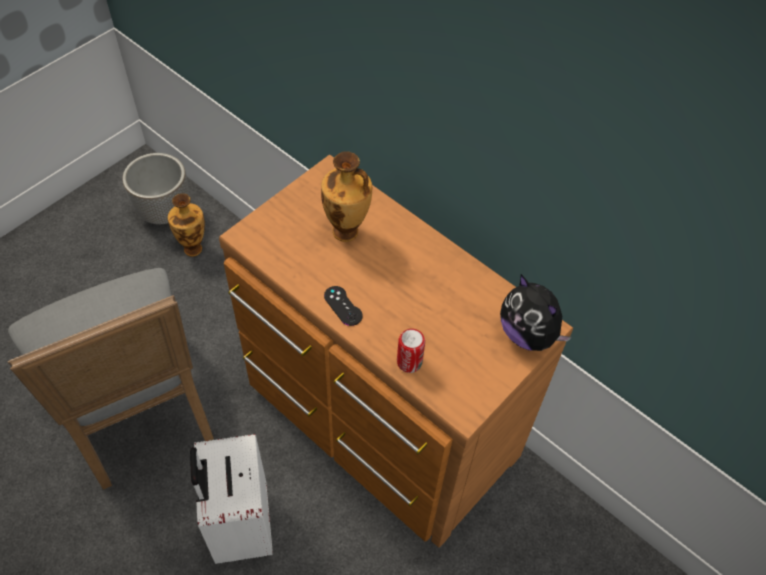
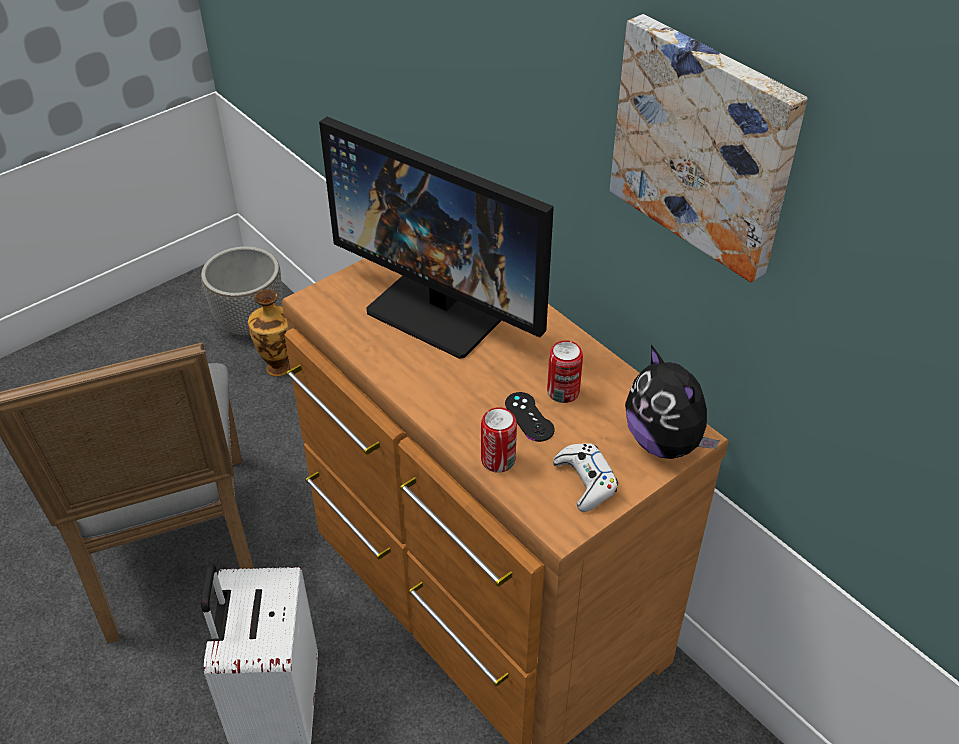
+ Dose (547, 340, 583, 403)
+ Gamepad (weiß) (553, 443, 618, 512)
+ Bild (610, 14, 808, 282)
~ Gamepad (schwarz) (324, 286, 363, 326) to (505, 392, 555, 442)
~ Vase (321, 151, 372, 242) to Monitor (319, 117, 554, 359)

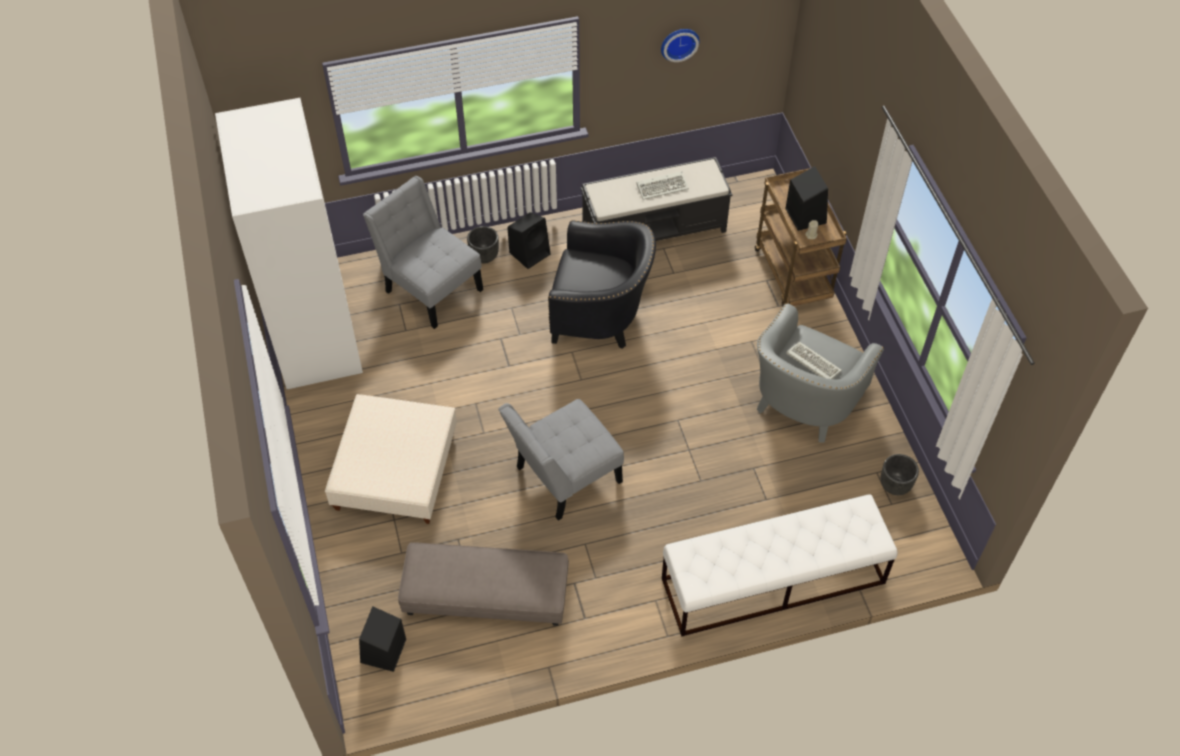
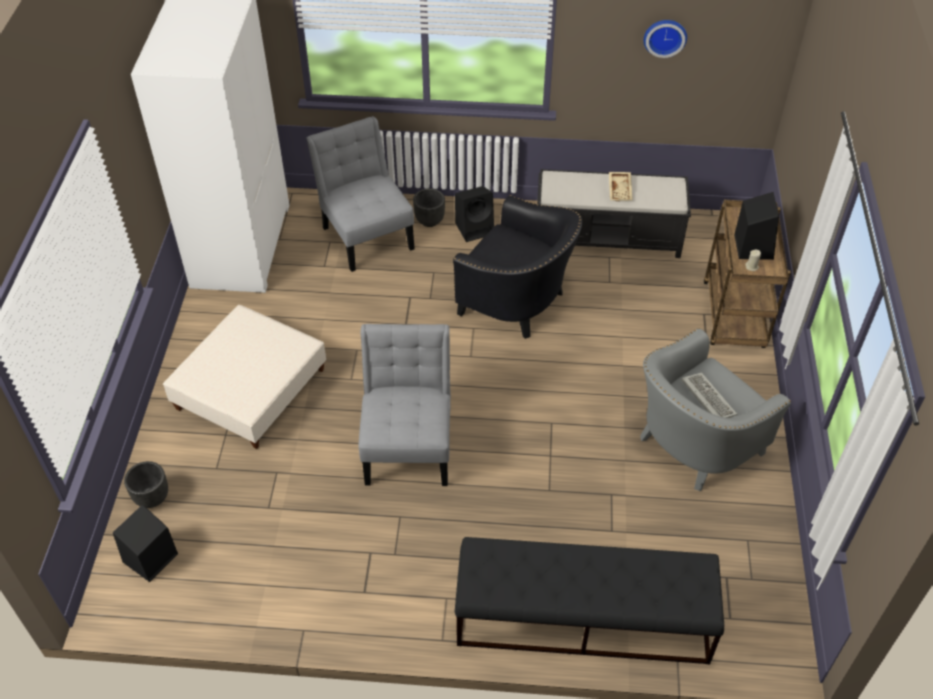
- Polsterhocker (grau) (398, 542, 569, 626)
~ Pflanzkübel (schwarz) (881, 454, 919, 495) to (124, 461, 168, 508)
~ Tastatur (636, 171, 689, 200) to Tablett (beige) (609, 172, 633, 201)
~ Bank (weiß) (662, 494, 898, 636) to Bank (schwarz) (455, 537, 724, 664)
~ Stuhl (grau) (499, 399, 624, 521) = (358, 324, 451, 486) 105 degrees clockwise

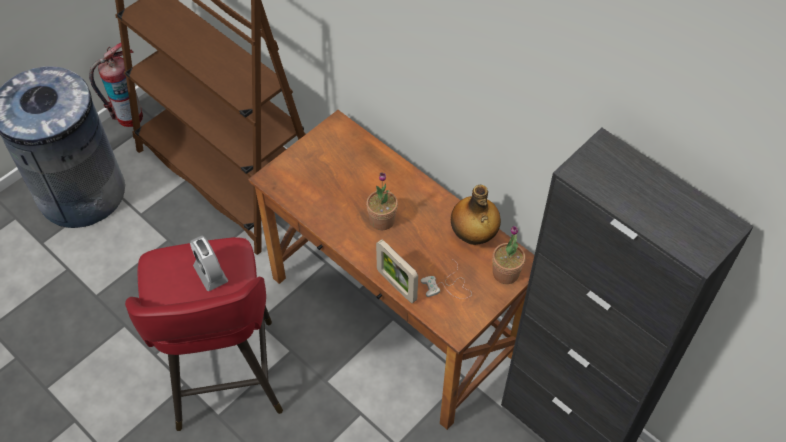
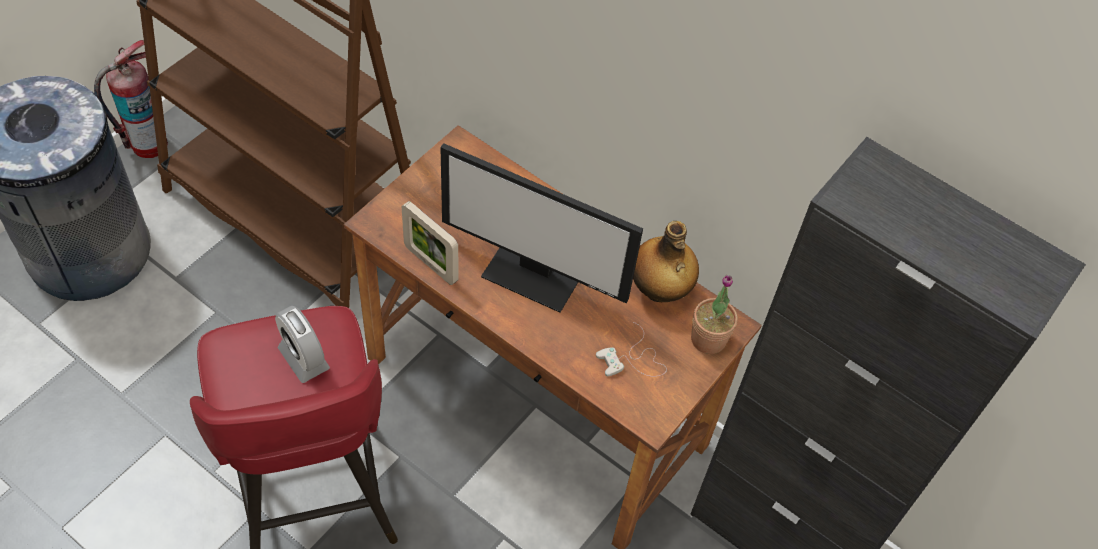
~ Bilderrahmen (376, 239, 418, 303) to (402, 201, 458, 285)
~ Topfpflanze (366, 172, 398, 230) to Monitor (440, 143, 643, 312)

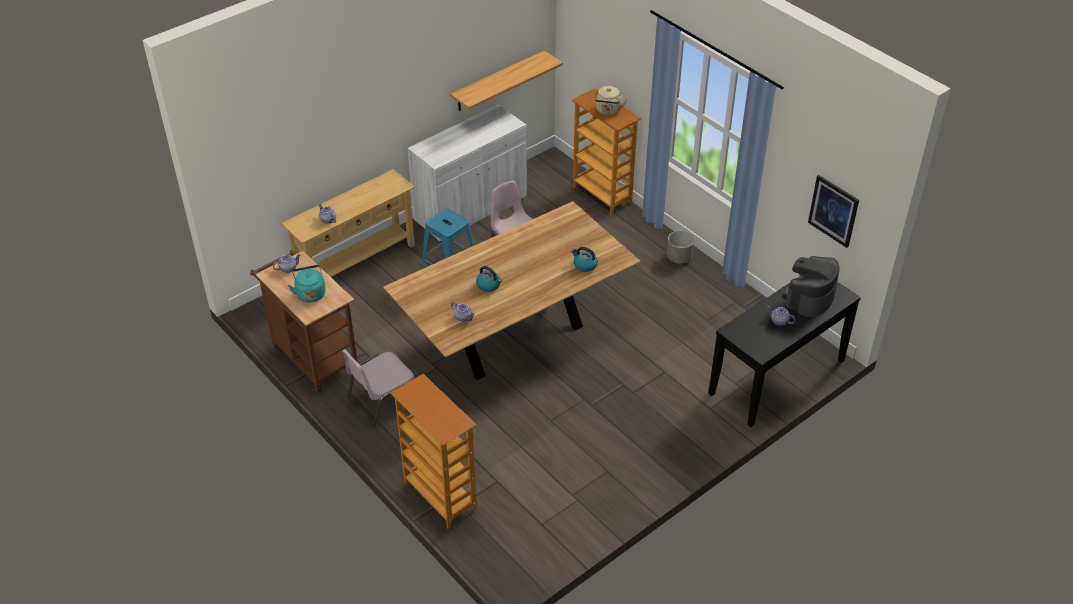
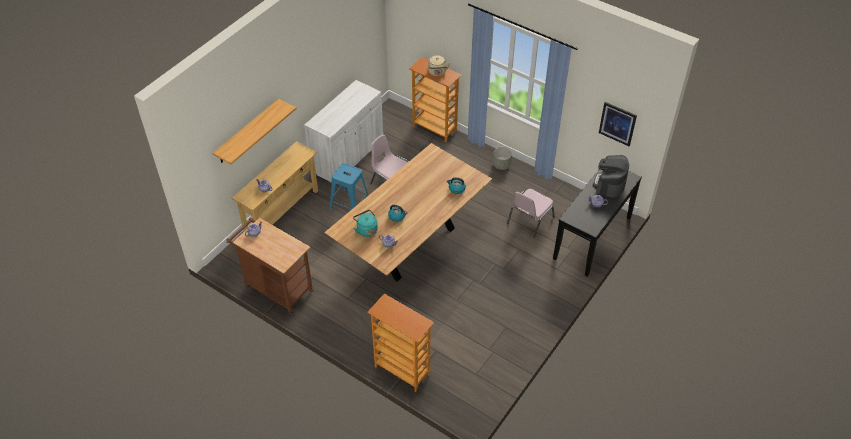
~ Wasserkessel (türkis) (288, 265, 326, 302) to (353, 210, 378, 237)
~ Stuhl (rosa) (343, 349, 414, 427) to (507, 189, 555, 238)
~ Wandregal (450, 51, 563, 111) to (213, 98, 296, 164)

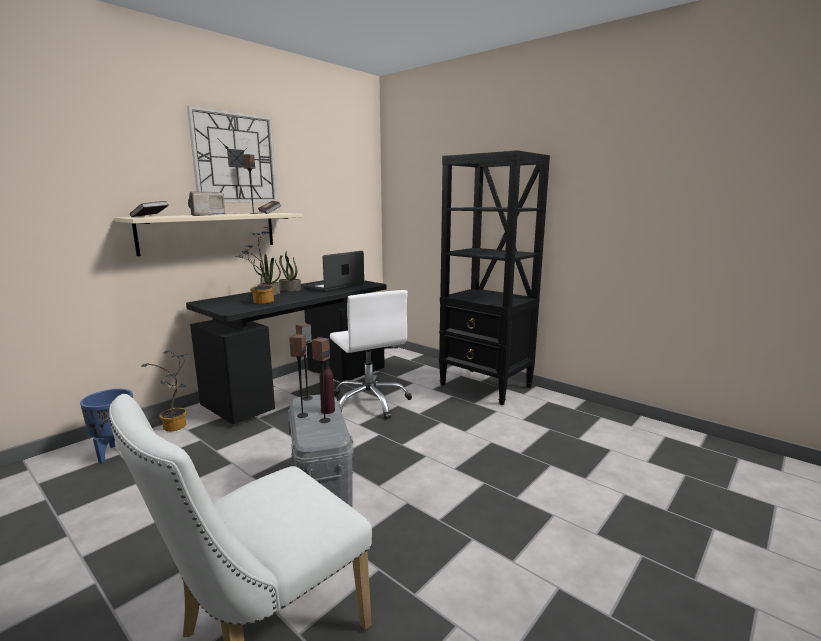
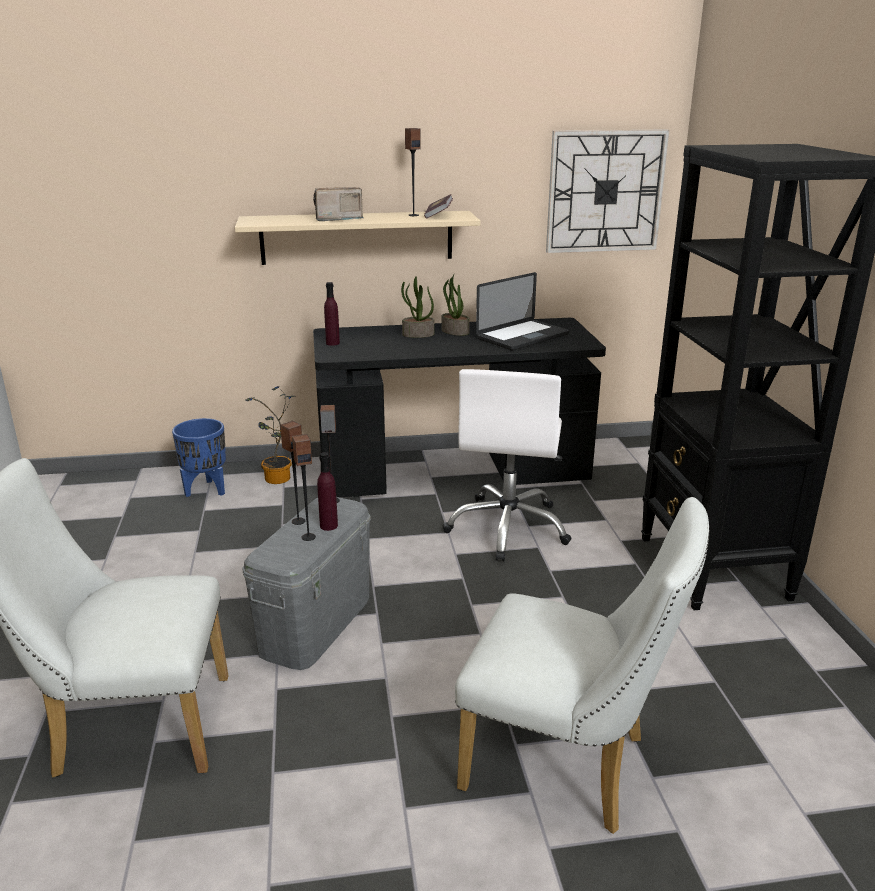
- Buch (130, 201, 168, 217)
- Topfpflanze (235, 227, 275, 304)
+ Flasche (lila) (324, 282, 340, 346)
+ Stuhl (weiß) (455, 497, 710, 834)
~ Wanduhr (187, 106, 277, 203) to (546, 129, 670, 253)
~ Laptop (304, 251, 364, 292) = (476, 272, 569, 351) 150 degrees clockwise

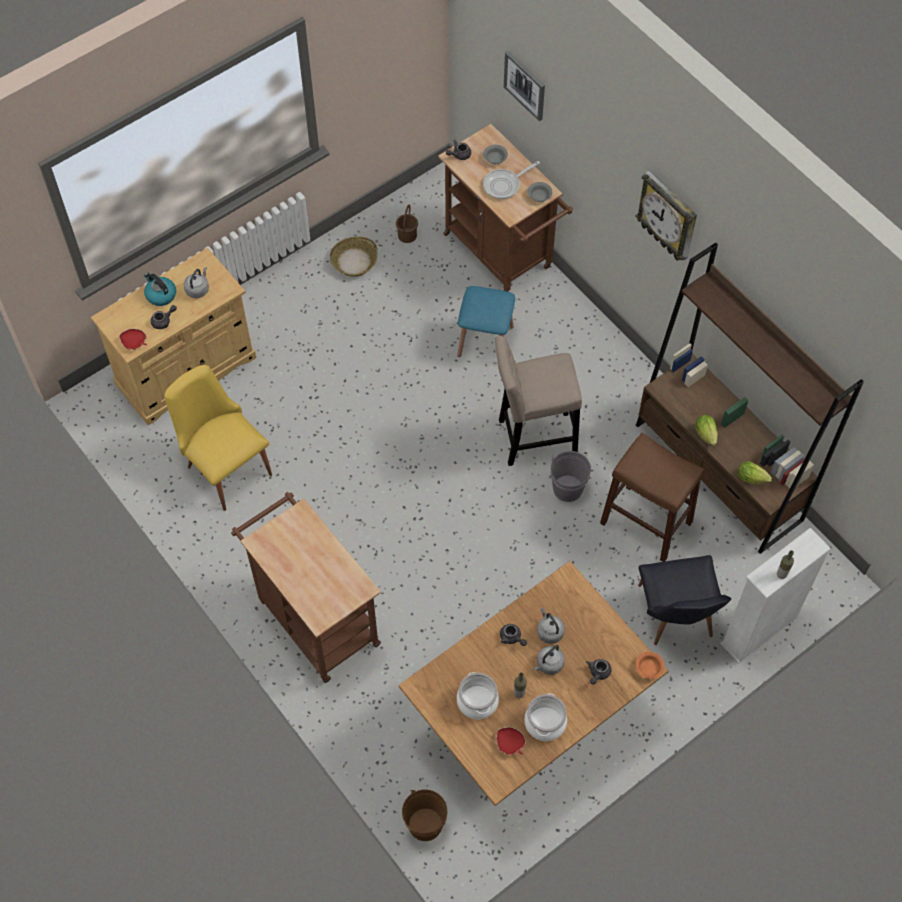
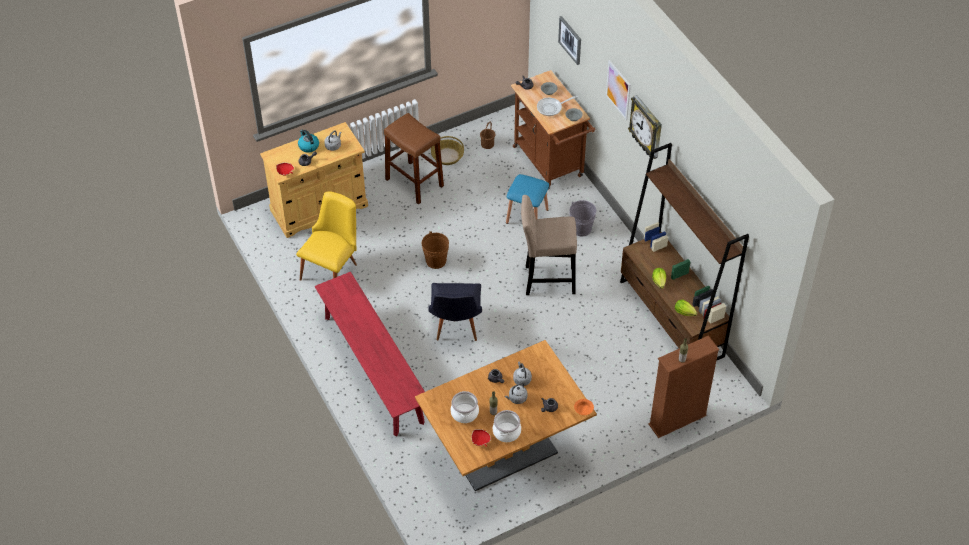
+ Bild (606, 60, 631, 120)
~ Eimer (braun) (402, 789, 447, 841) to (422, 232, 449, 269)
~ Eimer (grau) (550, 451, 592, 502) to (570, 200, 596, 237)
~ Hocker (braun) (600, 433, 705, 562) to (384, 113, 444, 205)
~ Stuhl (schwarz) (638, 555, 731, 645) to (428, 283, 482, 341)
~ Rollwagen (braun) (231, 492, 381, 683) to Bank (rot) (315, 272, 425, 436)
~ Bücherregal (weiß) (720, 528, 831, 663) to Bücherregal (braun) (648, 336, 719, 438)
~ Stuhl (gelb) (164, 365, 272, 511) = (296, 191, 357, 281) 60 degrees clockwise

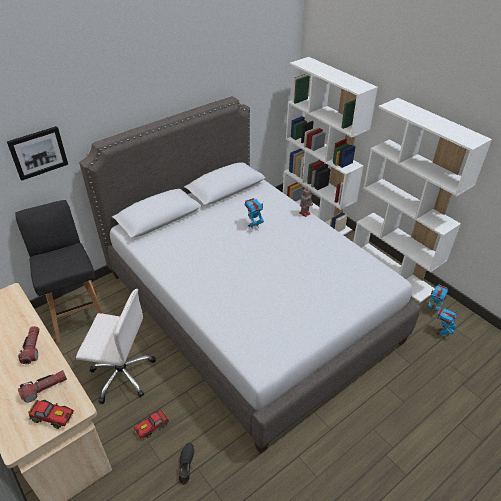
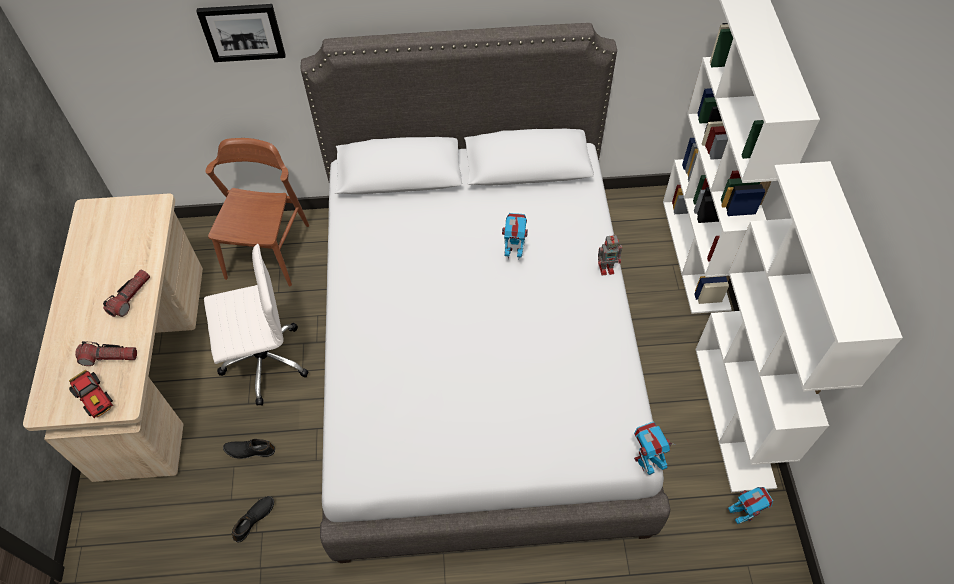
~ Spielzeugroboter (436, 308, 457, 337) to (634, 421, 676, 475)
~ Hocker (schwarz) (15, 200, 104, 344) to Stuhl (braun) (205, 138, 309, 286)
~ Spielzeugauto (134, 409, 169, 438) to Schuh (schwarz) (223, 439, 275, 459)
~ Bürostuhl (weiß) (76, 289, 156, 404) = (204, 244, 309, 406) 60 degrees counterclockwise

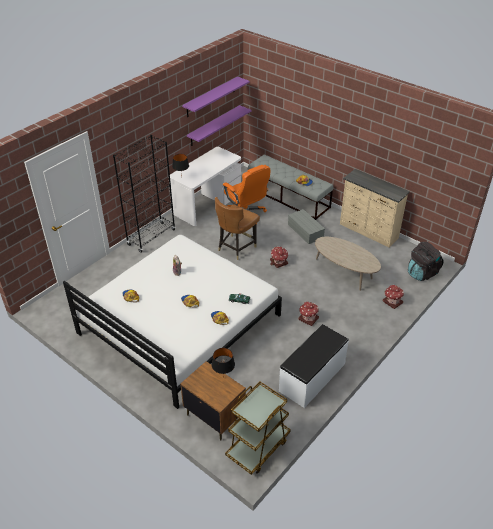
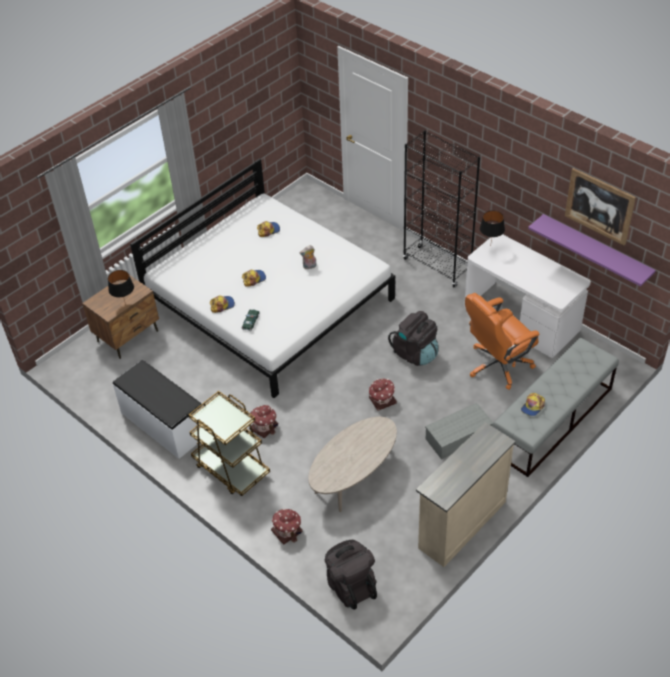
~ Rollwagen (braun) (225, 381, 291, 475) to (189, 391, 270, 496)
~ Wandregal (lila) (182, 76, 250, 117) to Bild (565, 168, 636, 246)
~ Stuhl (braun) (215, 197, 260, 260) to Rucksack (schwarz) (388, 311, 439, 366)

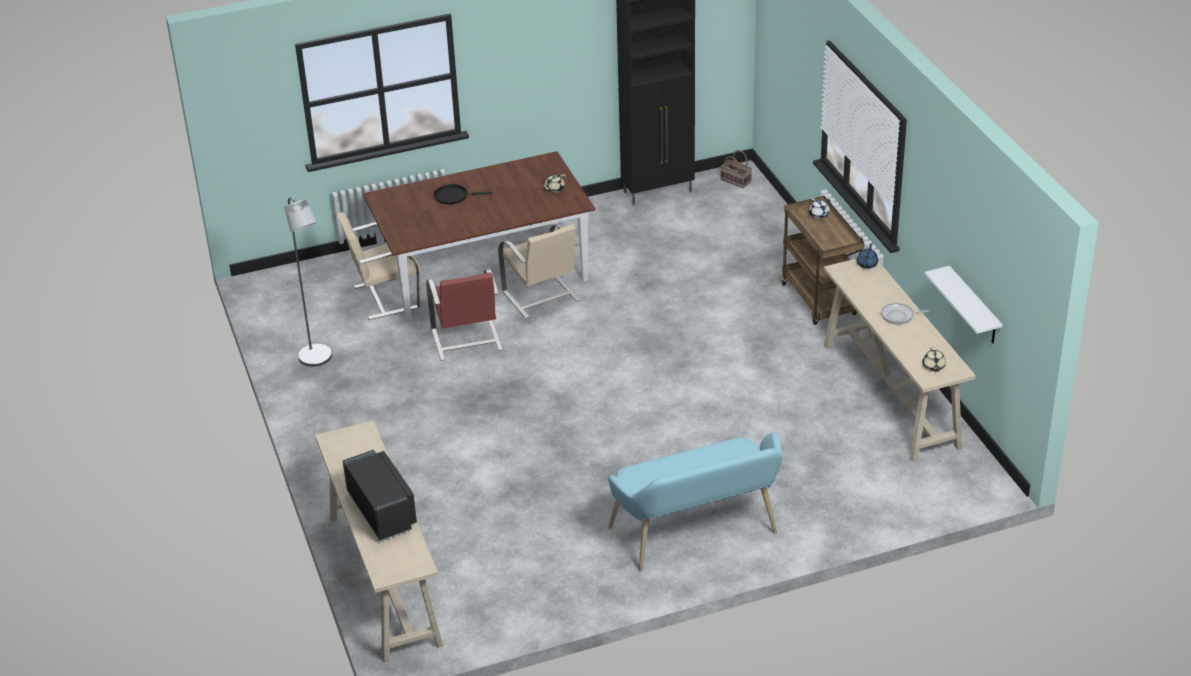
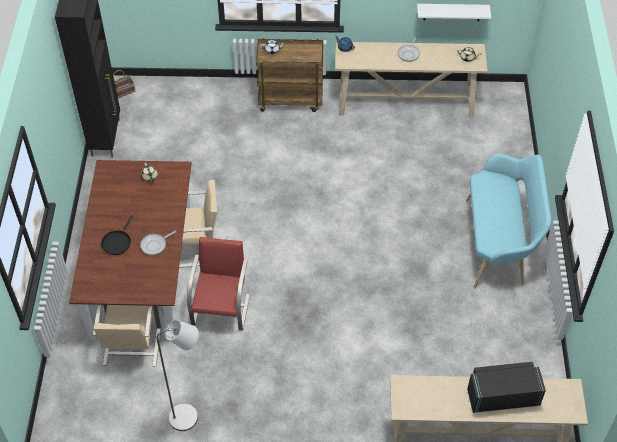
+ Pfanne (140, 231, 176, 255)
~ Stuhl (rot) (426, 269, 503, 361) = (187, 237, 250, 330) 90 degrees counterclockwise

